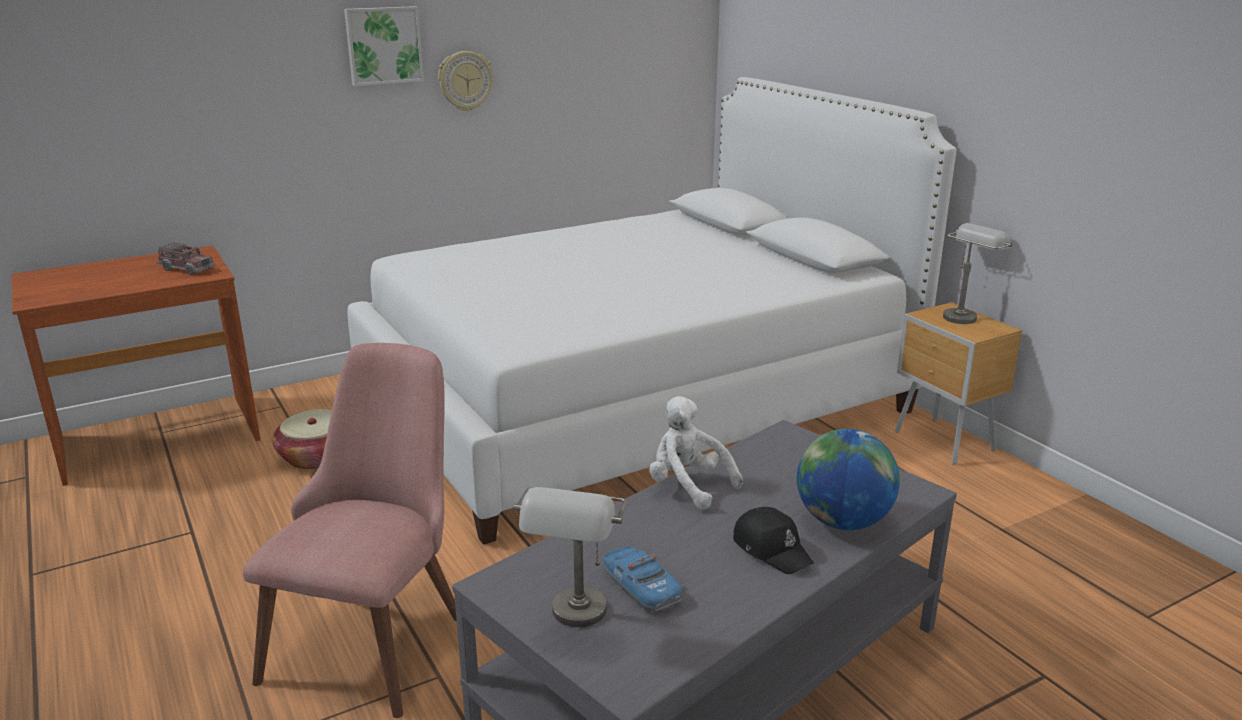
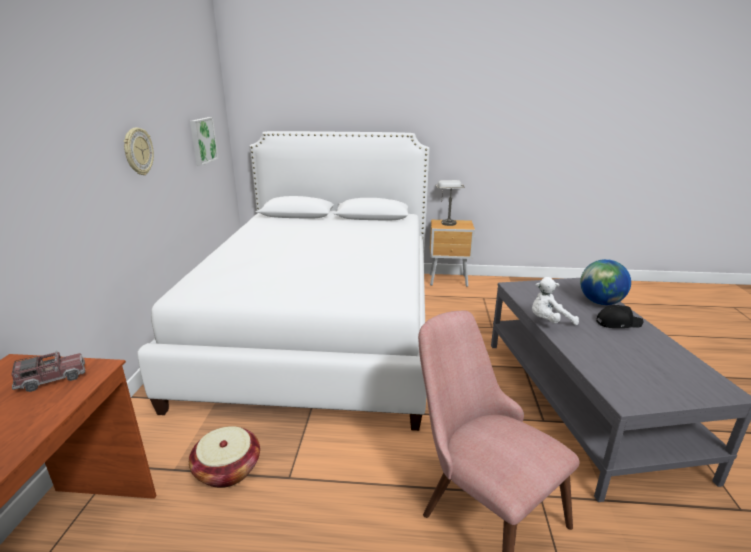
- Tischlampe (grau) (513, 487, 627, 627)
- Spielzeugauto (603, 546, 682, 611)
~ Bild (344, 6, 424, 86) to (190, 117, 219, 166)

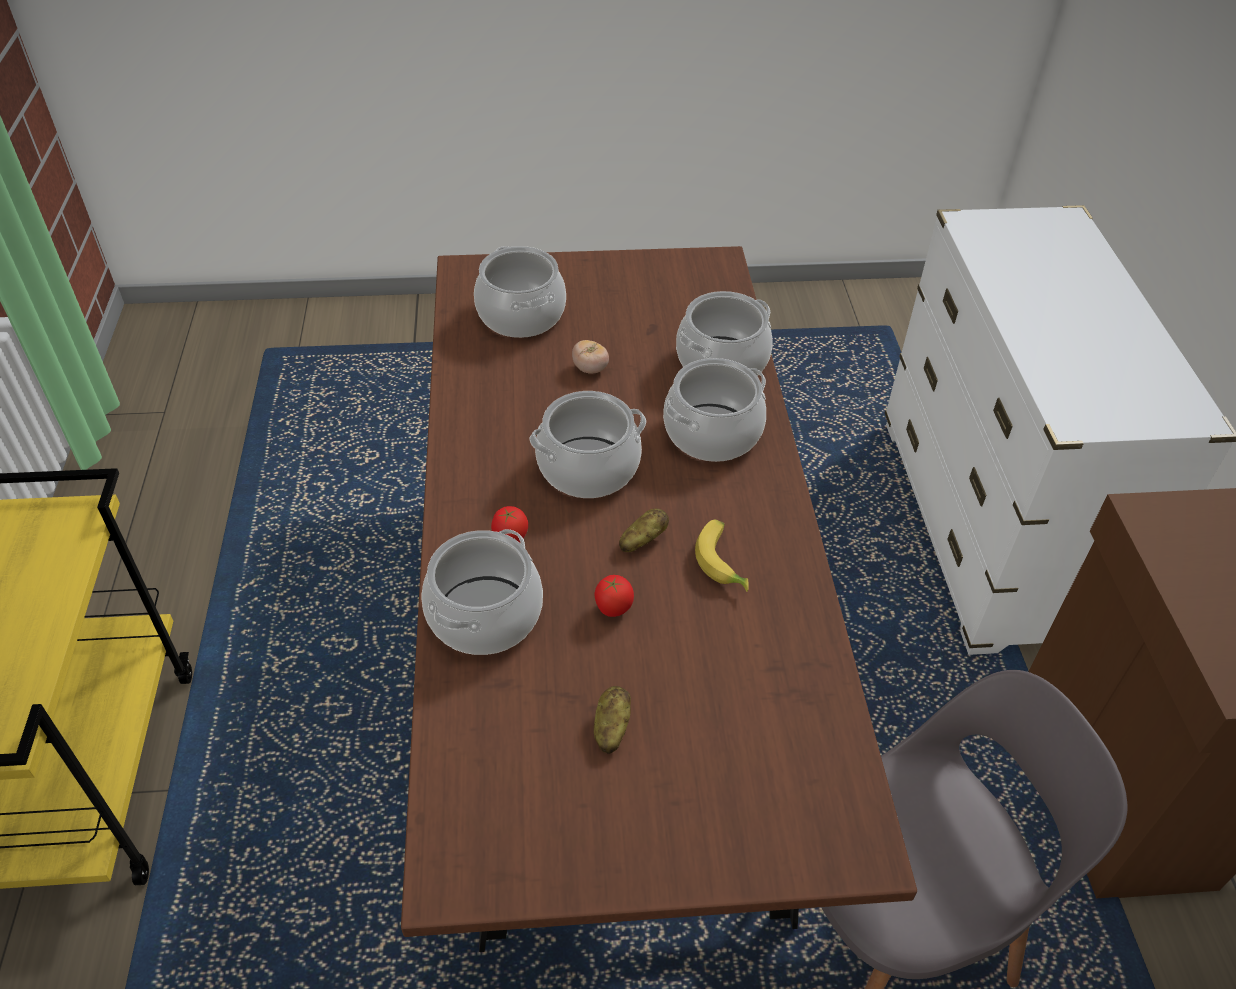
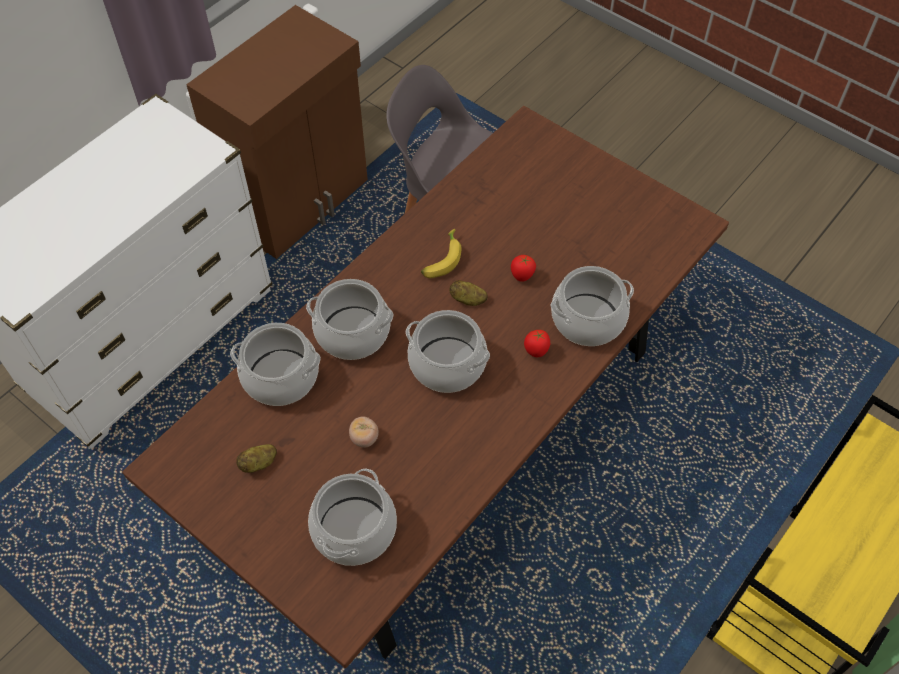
~ Kartoffel (594, 686, 631, 754) to (236, 444, 277, 473)

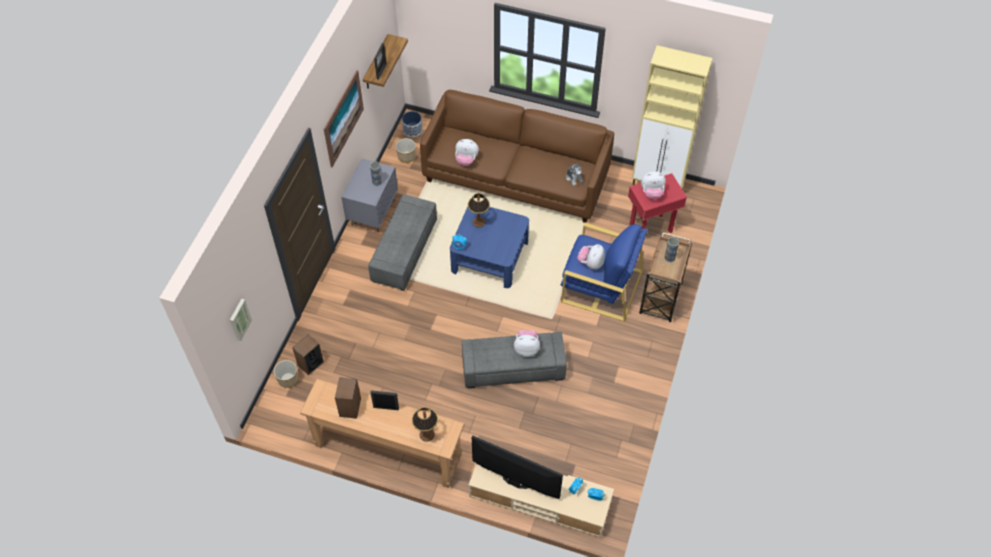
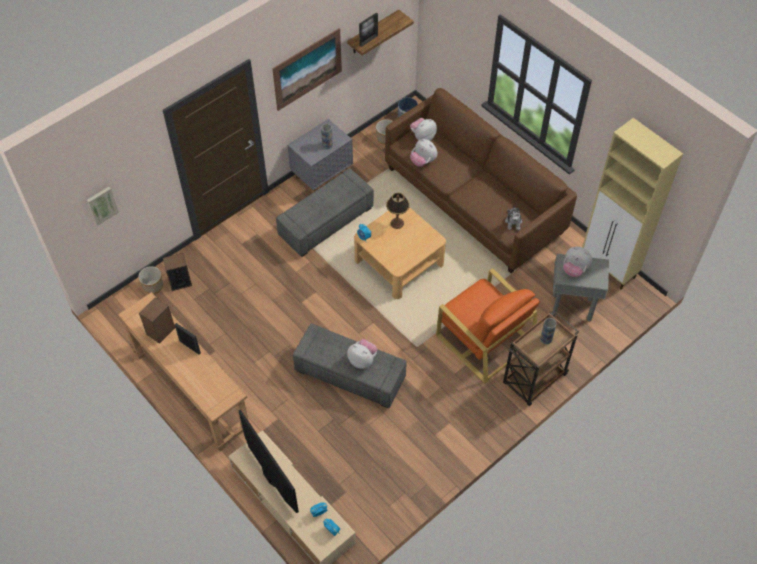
- Tischlampe (412, 407, 438, 442)
~ Plüschtier (577, 244, 605, 270) to (410, 118, 437, 141)
~ Couchtisch (blau) (450, 207, 529, 288) to Couchtisch (beige) (354, 207, 446, 299)
~ Sessel (blau) (561, 222, 648, 322) to Sessel (orange) (436, 268, 540, 384)
~ Beistelltisch (rot) (628, 173, 687, 233) to Beistelltisch (grau) (552, 254, 609, 322)

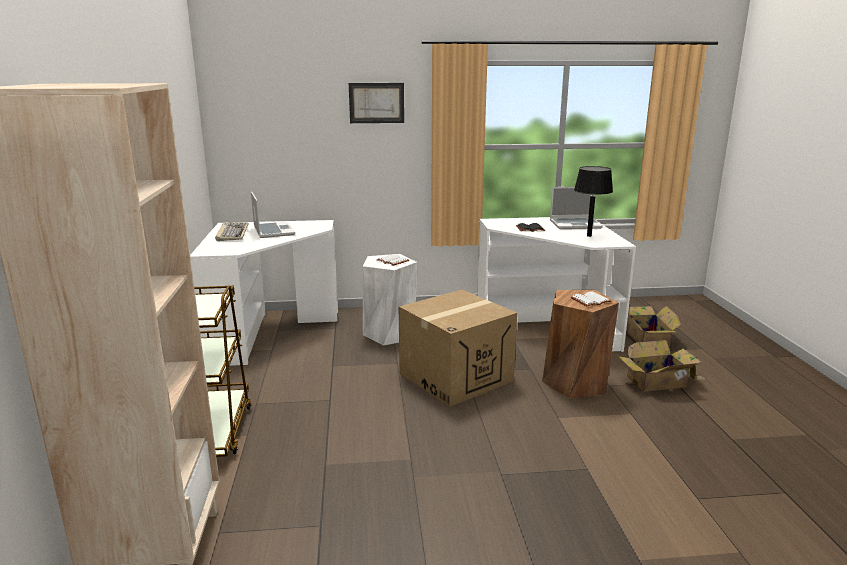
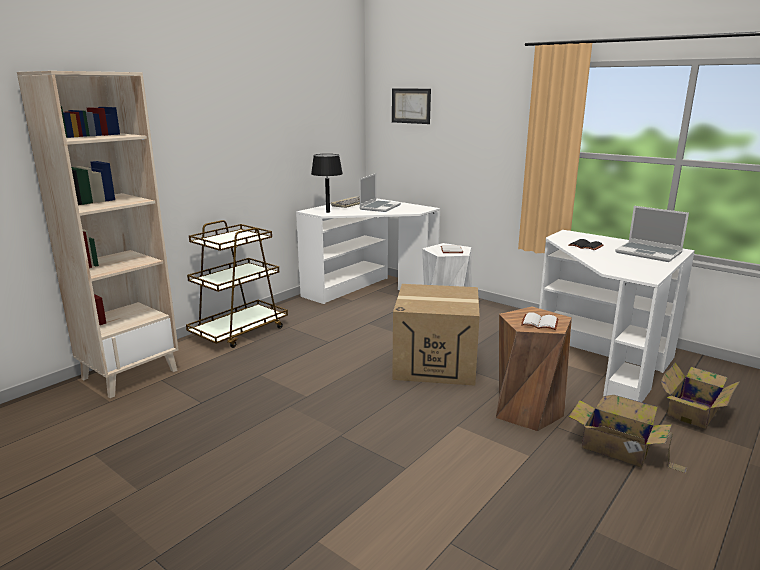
~ Bild (349, 83, 404, 123) to (392, 89, 431, 124)
~ Tischlampe (schwarz) (574, 166, 613, 237) to (311, 154, 343, 213)

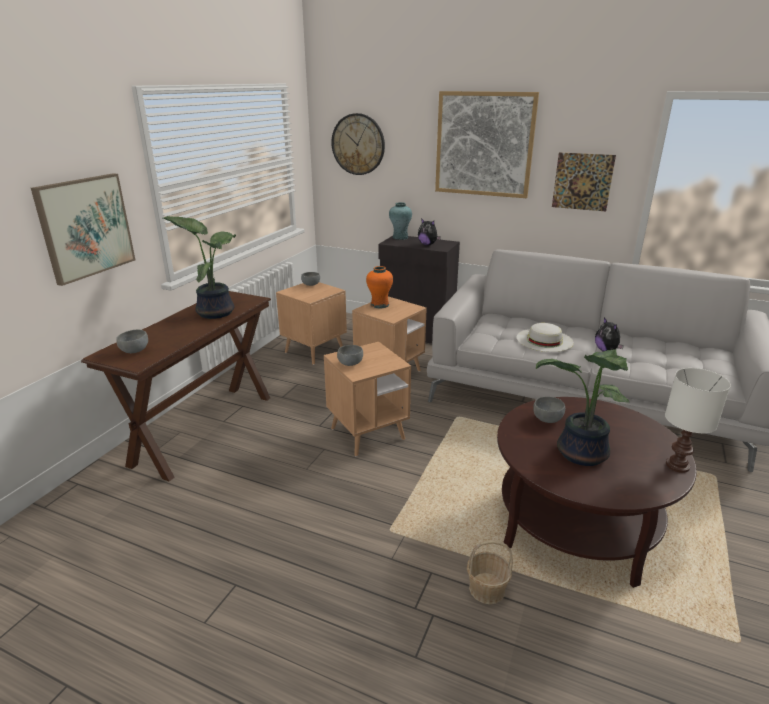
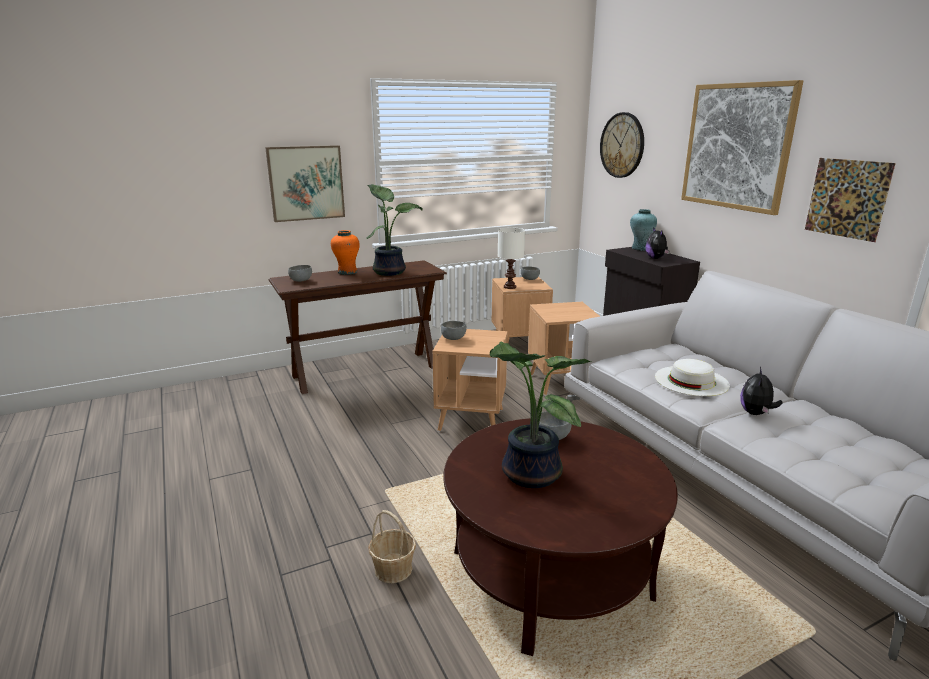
~ Vase (orange) (366, 266, 393, 308) to (331, 230, 360, 275)
~ Tischlampe (weiß) (665, 368, 731, 473) to (498, 227, 525, 289)

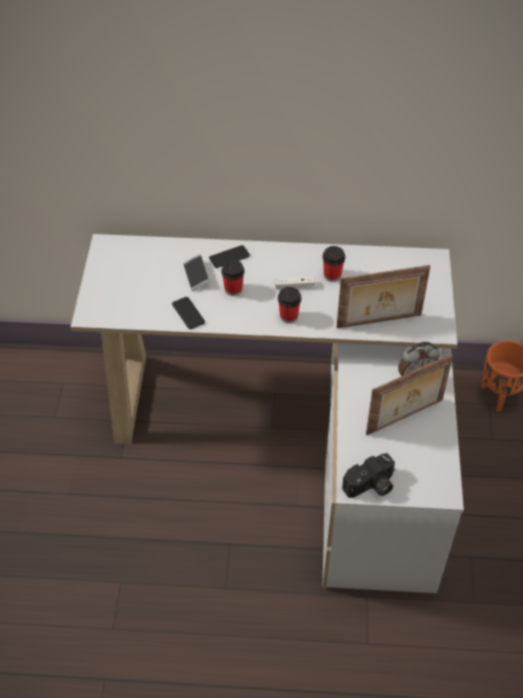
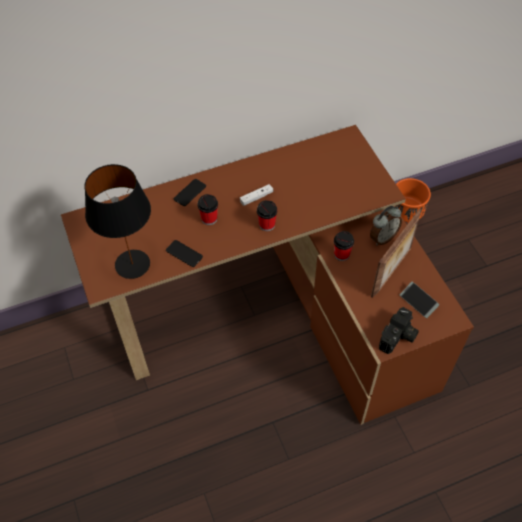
- Bilderrahmen (336, 265, 430, 328)
+ Tischlampe (schwarz) (85, 164, 151, 279)
~ Handy (183, 254, 210, 291) to (400, 282, 439, 318)
~ Tasse (323, 246, 345, 282) to (334, 231, 354, 261)
~ Schreibtisch (weiß) (70, 234, 464, 593) to Schreibtisch (braun) (61, 125, 474, 425)

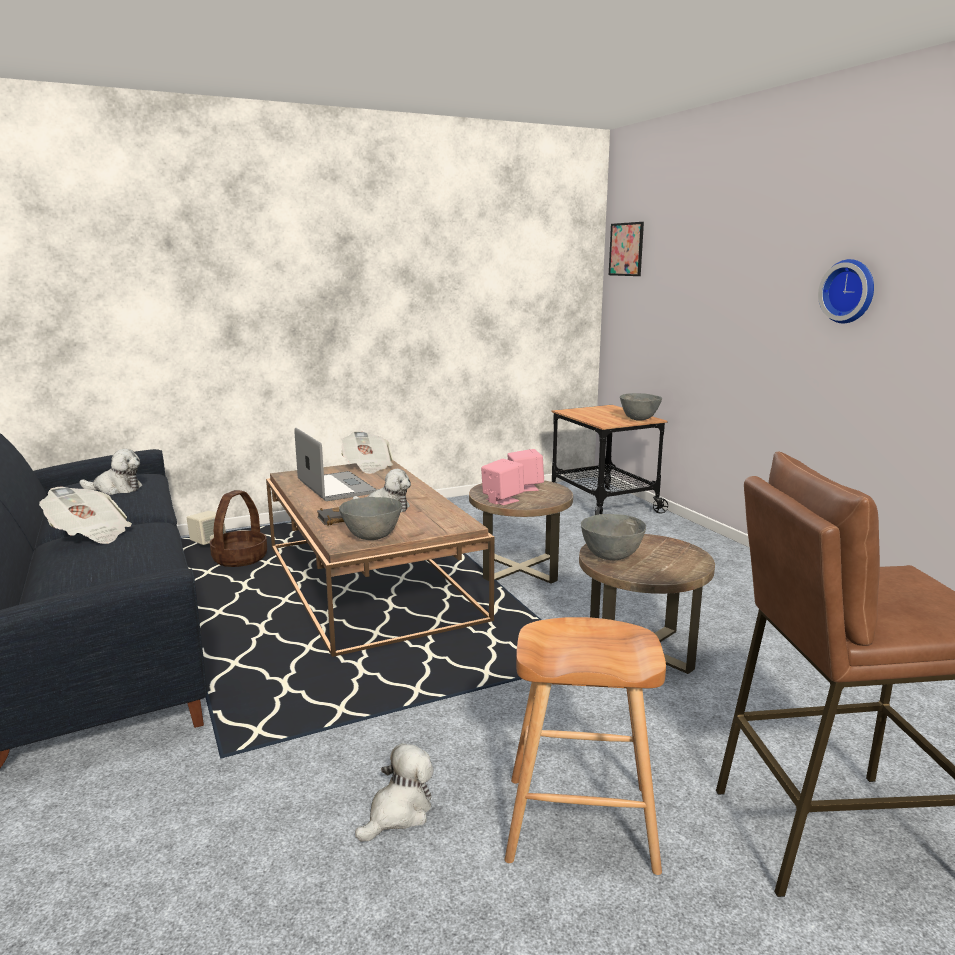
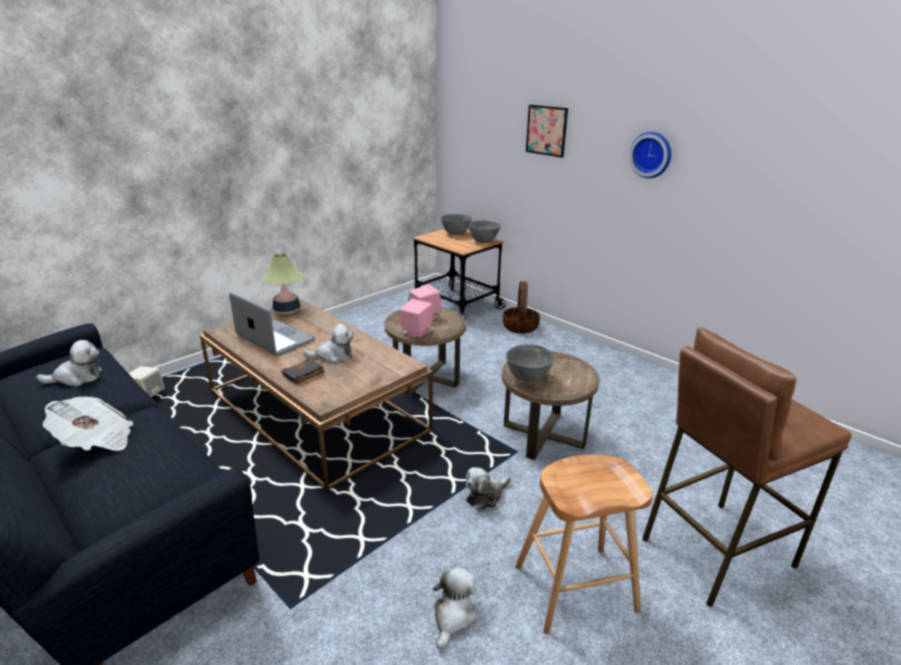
+ Plüschtier (466, 467, 511, 511)
~ Korb (210, 490, 267, 567) to (503, 281, 540, 334)
~ Schüssel (grau) (339, 497, 402, 540) to (441, 214, 472, 235)
~ Bild (609, 222, 644, 276) to (526, 105, 568, 158)
~ Zeitung (341, 431, 393, 474) to Tischlampe (262, 253, 304, 314)

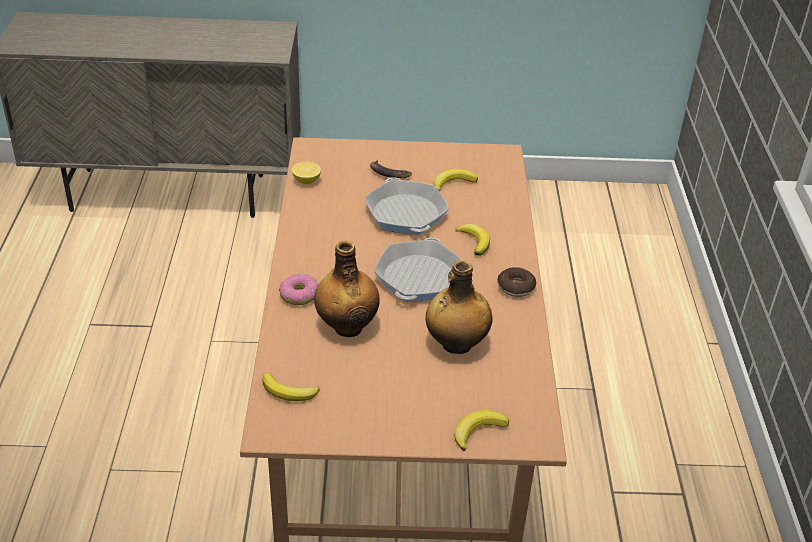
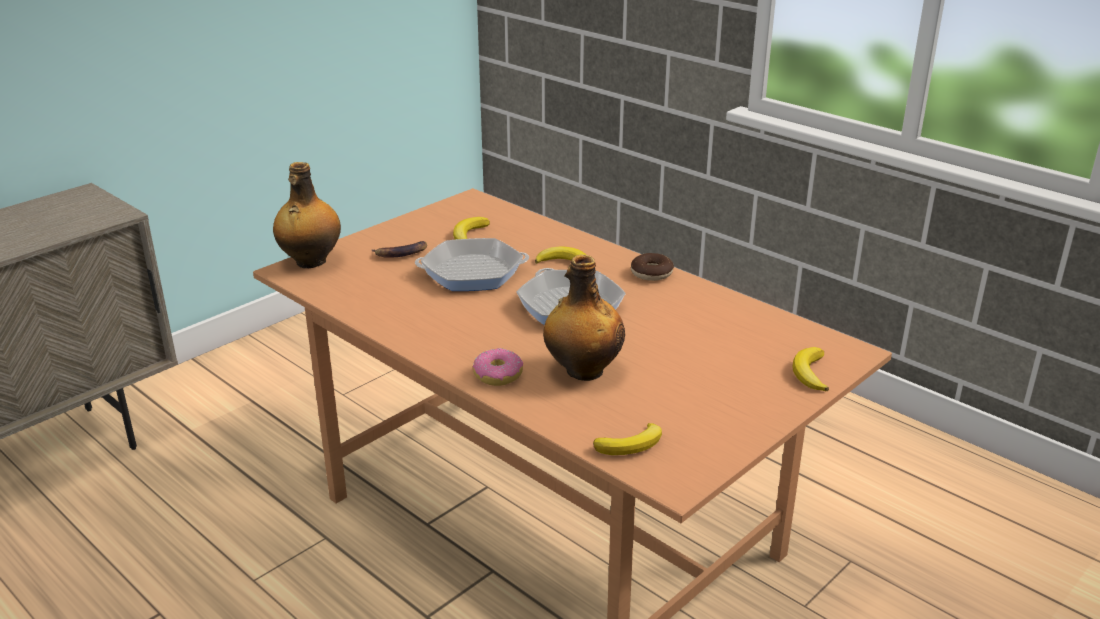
- Zitrone (292, 162, 321, 184)
~ Flasche (426, 260, 493, 354) to (273, 162, 341, 268)
~ Pfanne (364, 177, 449, 235) = (415, 238, 529, 291) 150 degrees clockwise

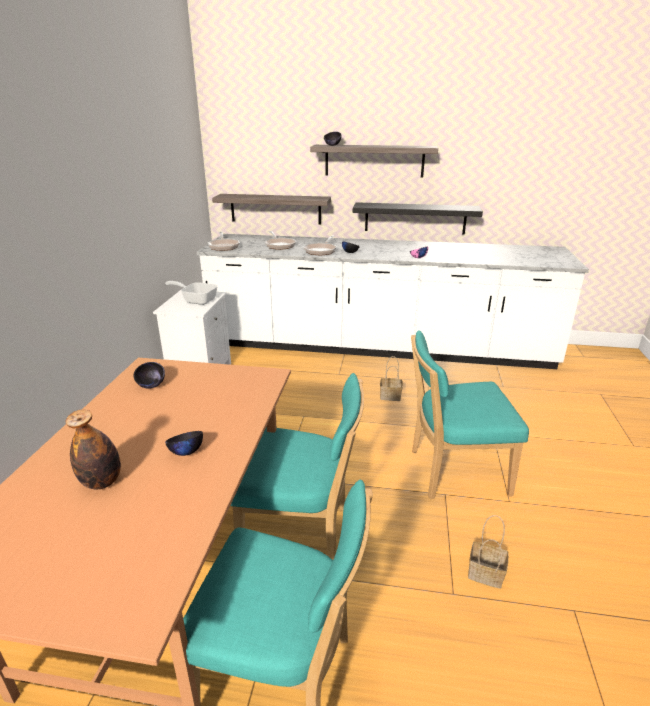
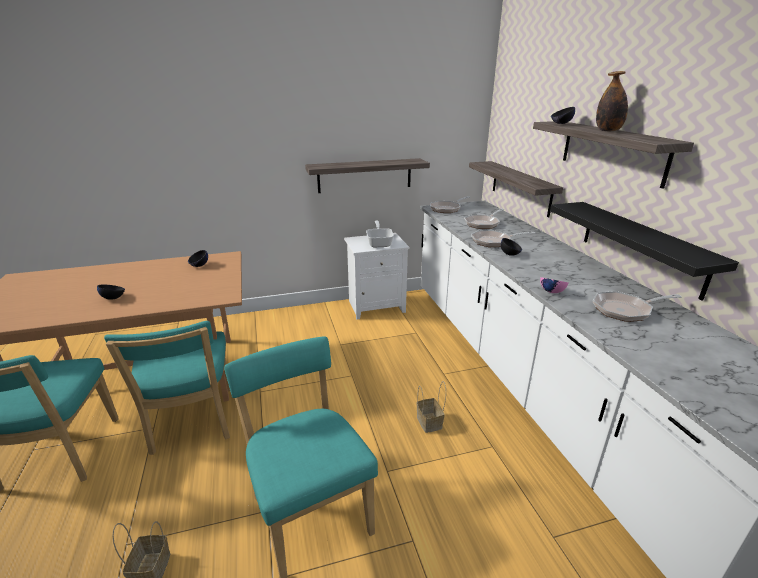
+ Wandregal (305, 158, 430, 193)
+ Pfanne (593, 291, 682, 322)
~ Flasche (65, 409, 121, 489) to (596, 71, 628, 132)

